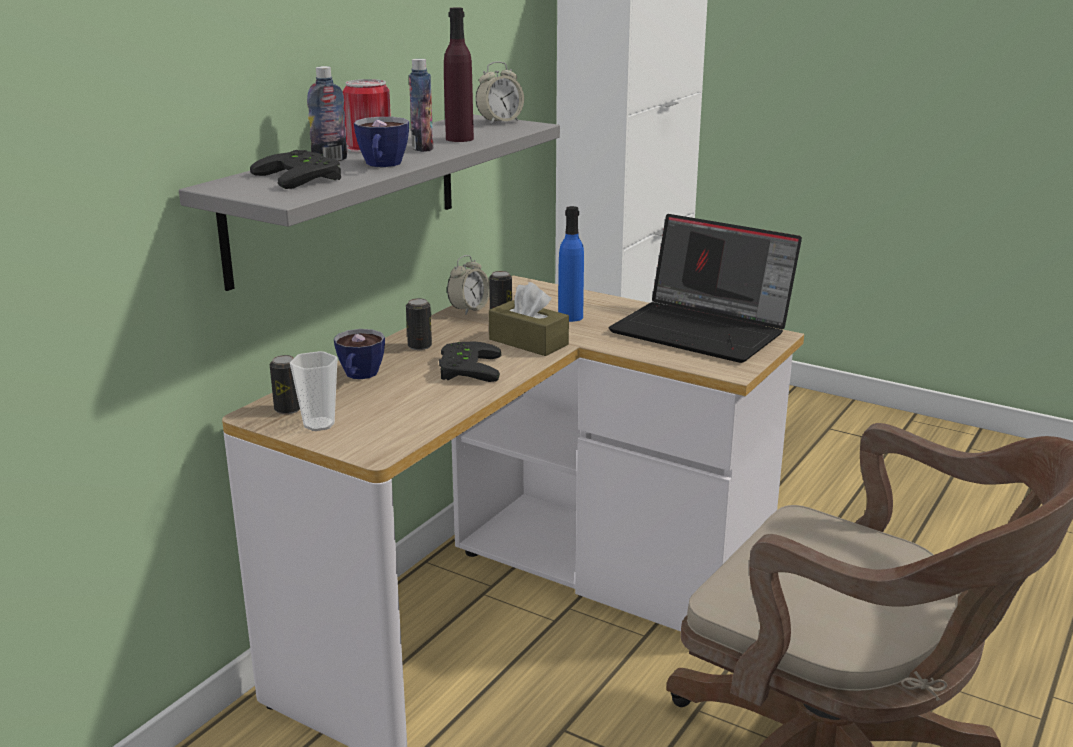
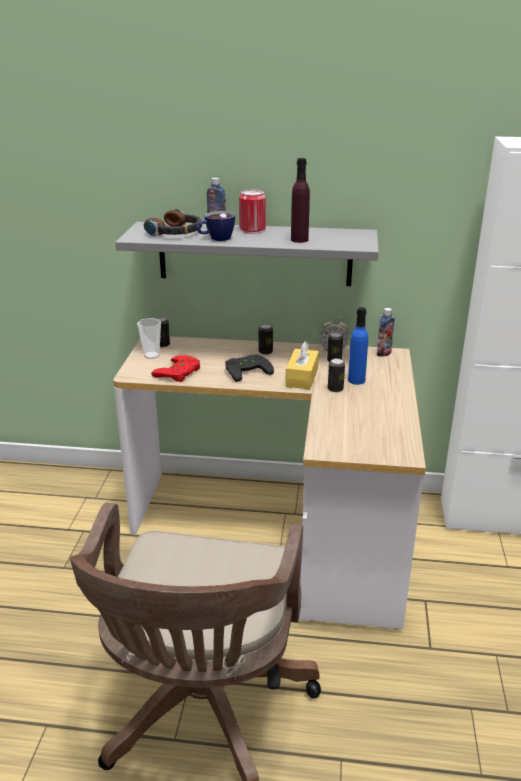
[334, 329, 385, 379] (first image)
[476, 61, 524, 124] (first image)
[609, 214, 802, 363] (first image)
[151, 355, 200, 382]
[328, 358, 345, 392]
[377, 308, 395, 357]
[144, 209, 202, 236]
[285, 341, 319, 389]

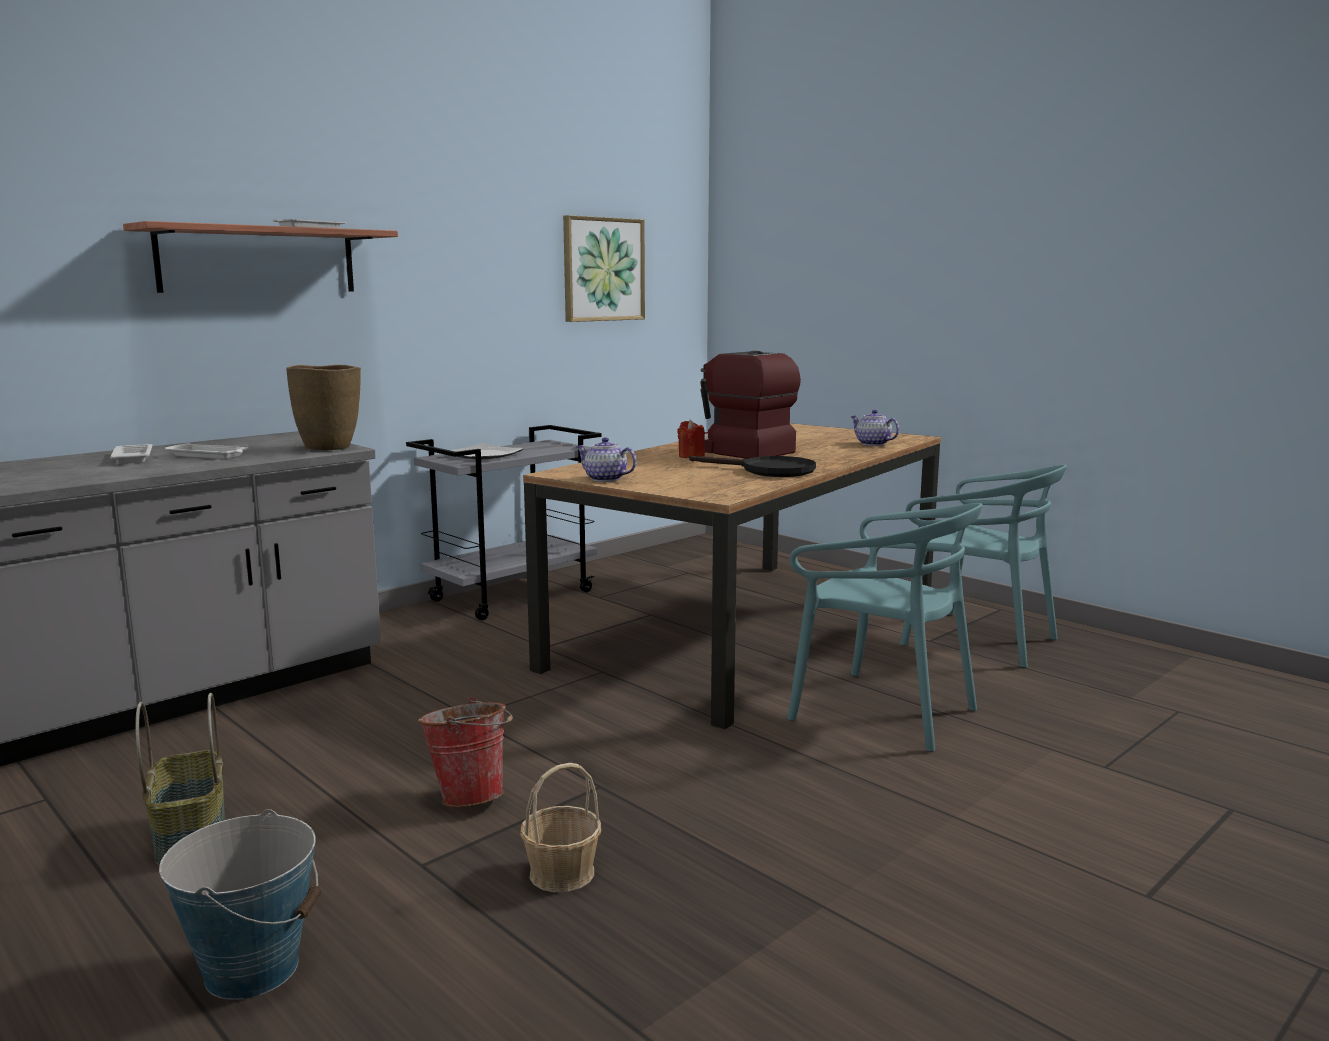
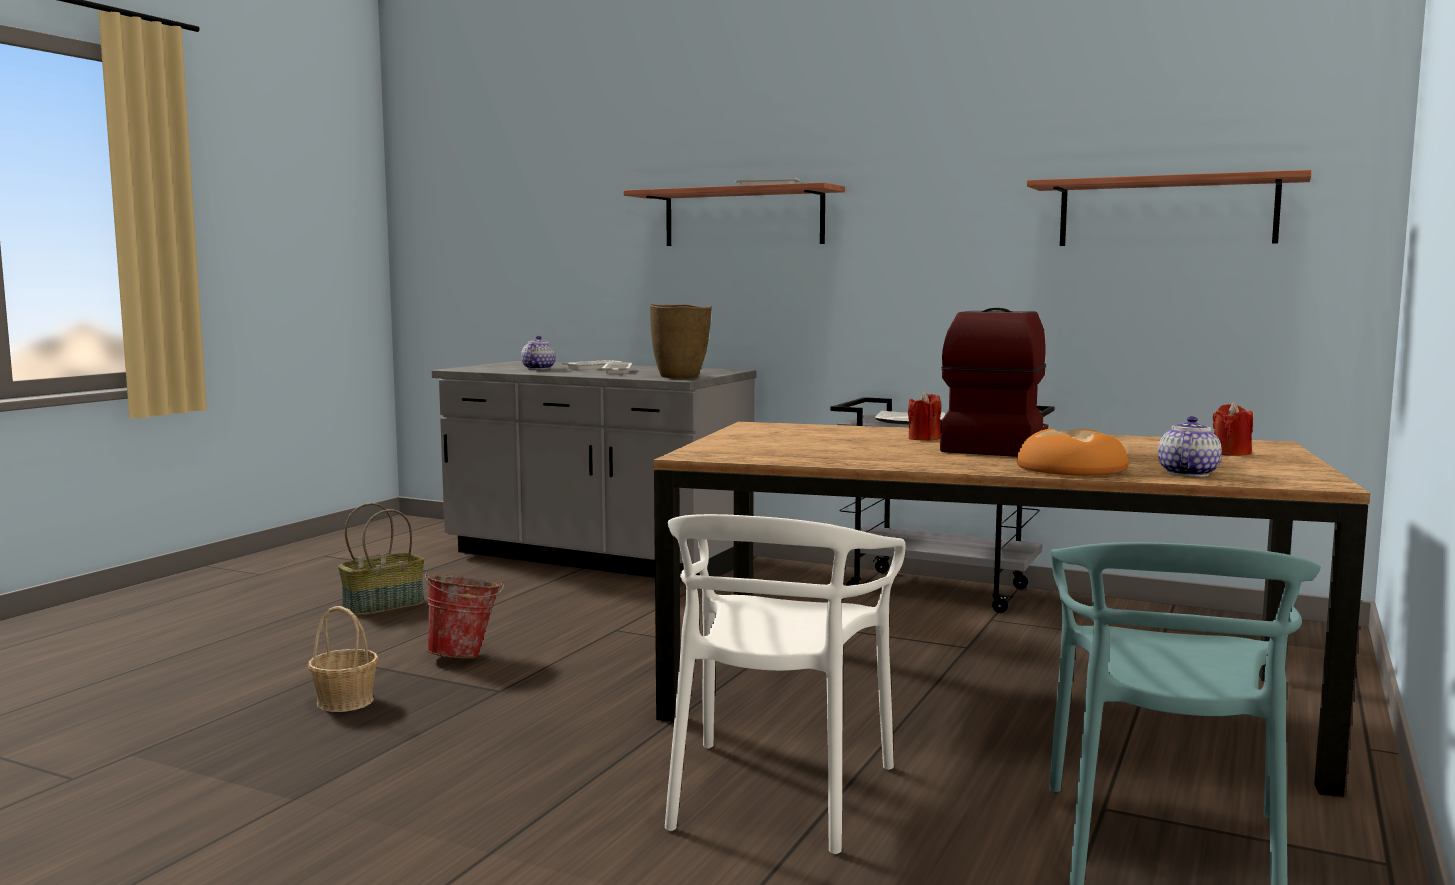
[159, 809, 321, 1000] (first image)
[689, 455, 816, 477] (first image)
[1016, 429, 1128, 476]
[1213, 402, 1253, 456]
[521, 336, 556, 370]
[1027, 170, 1312, 246]
[665, 514, 905, 854]

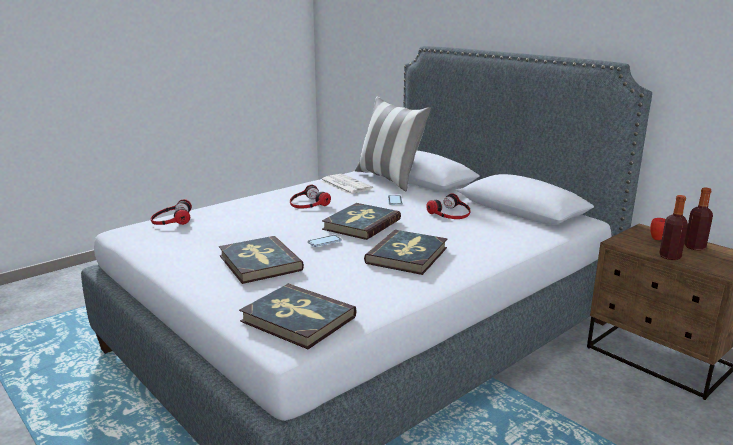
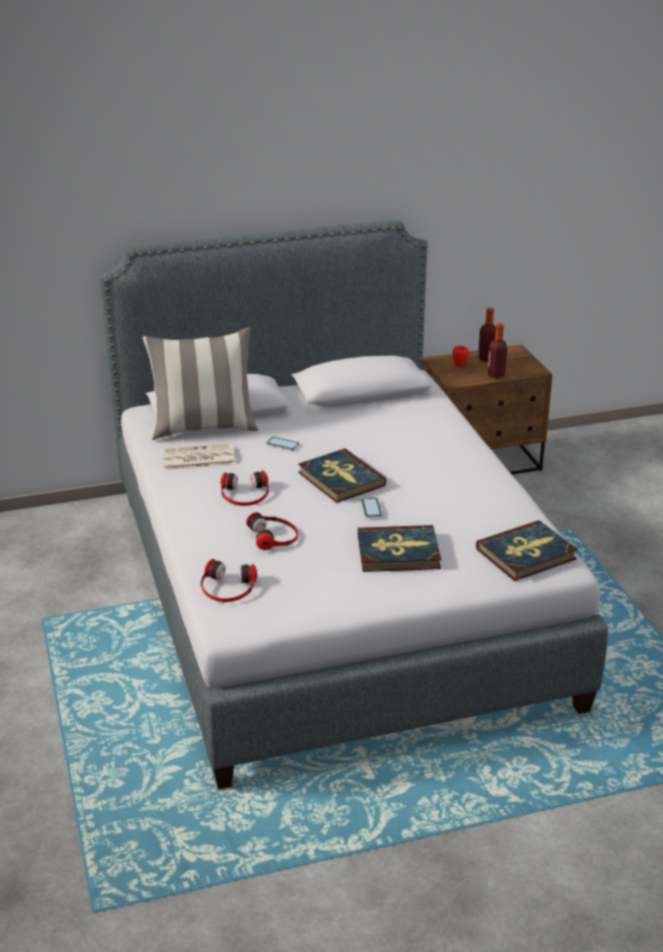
[364, 230, 447, 275] (first image)
[246, 512, 298, 550]

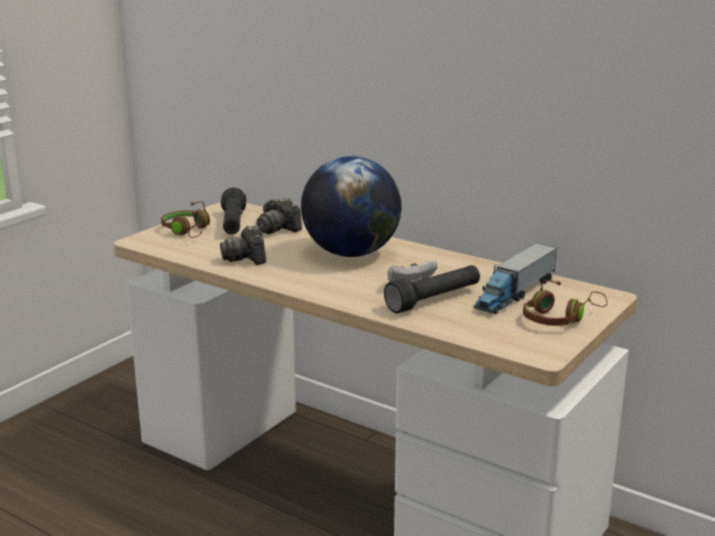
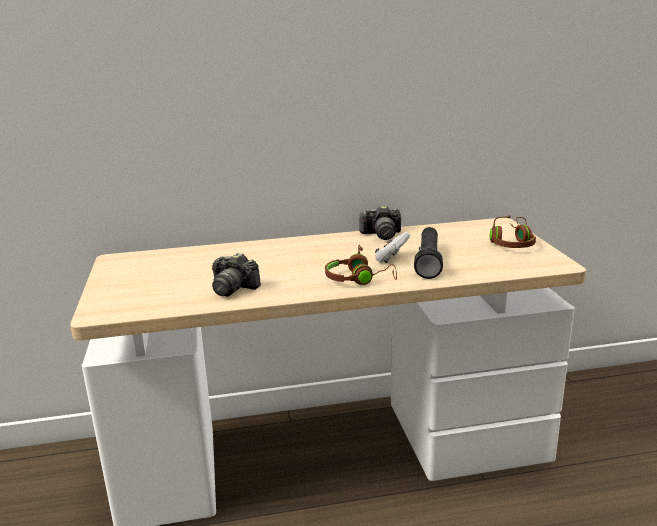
[221, 188, 246, 234] (first image)
[301, 156, 402, 257] (first image)
[474, 243, 557, 314] (first image)
[325, 245, 397, 285]
[358, 205, 401, 240]

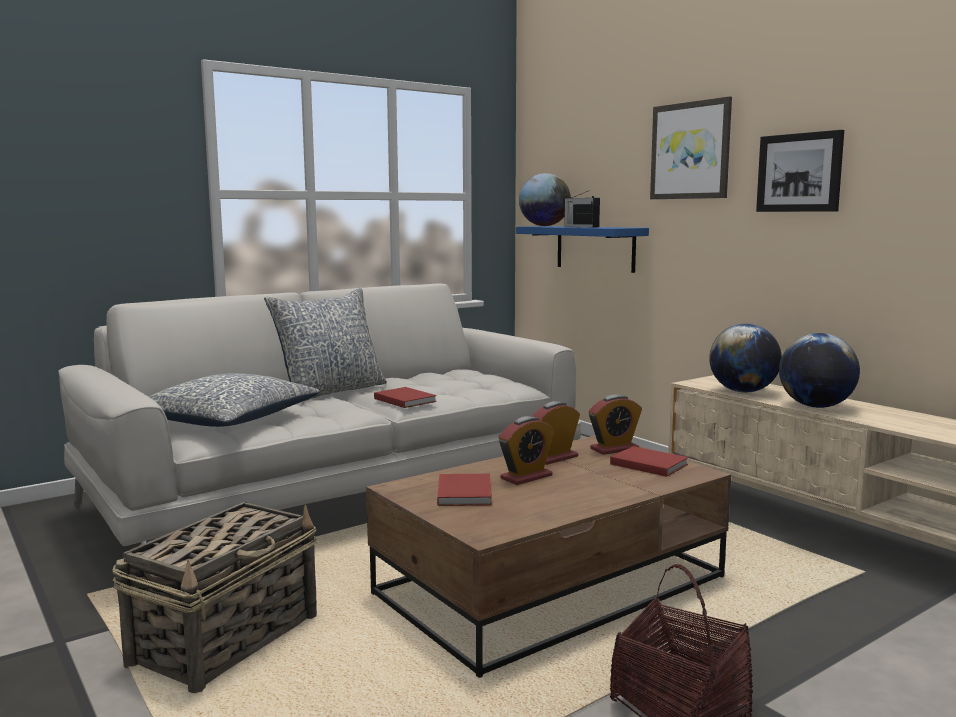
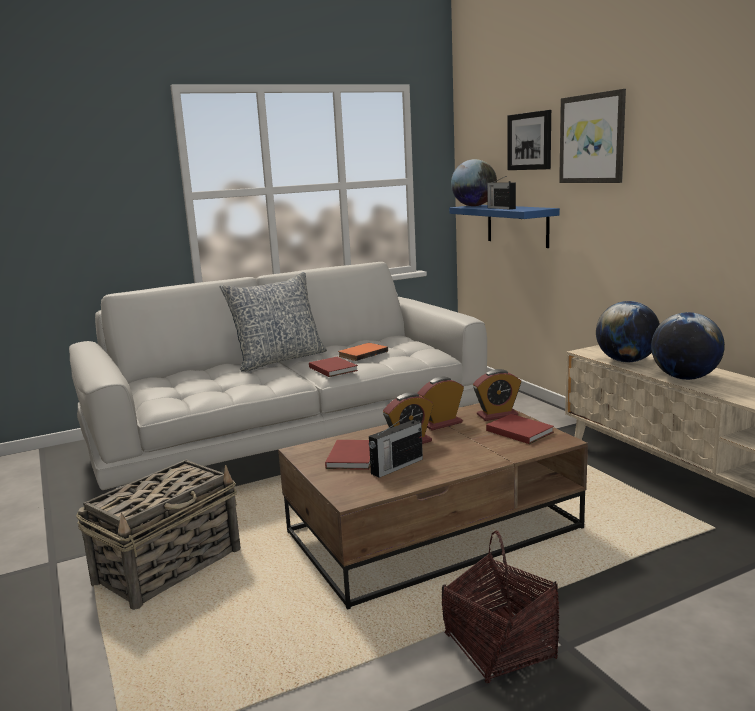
[148, 373, 320, 427] (first image)
[338, 343, 388, 361]
[369, 415, 423, 478]
[507, 110, 551, 170]

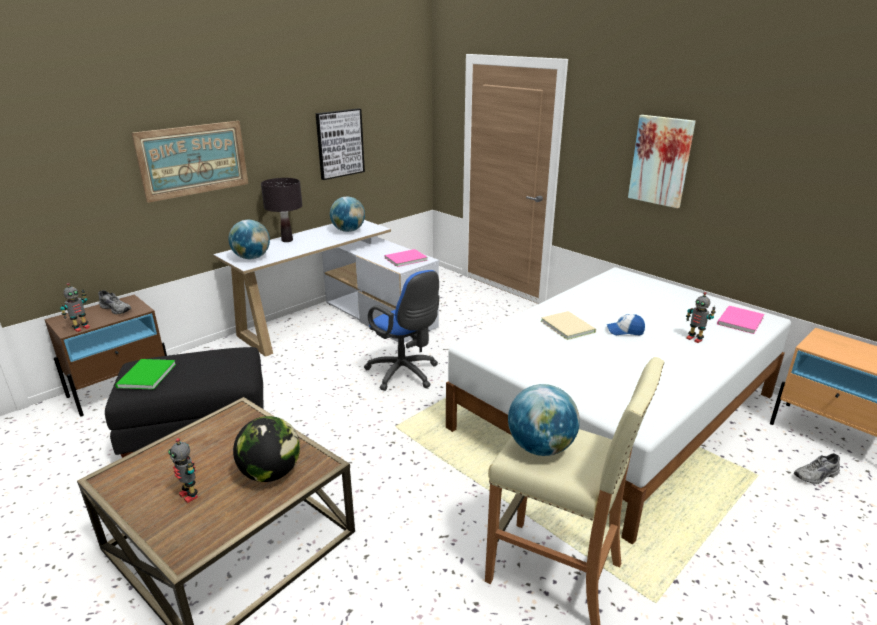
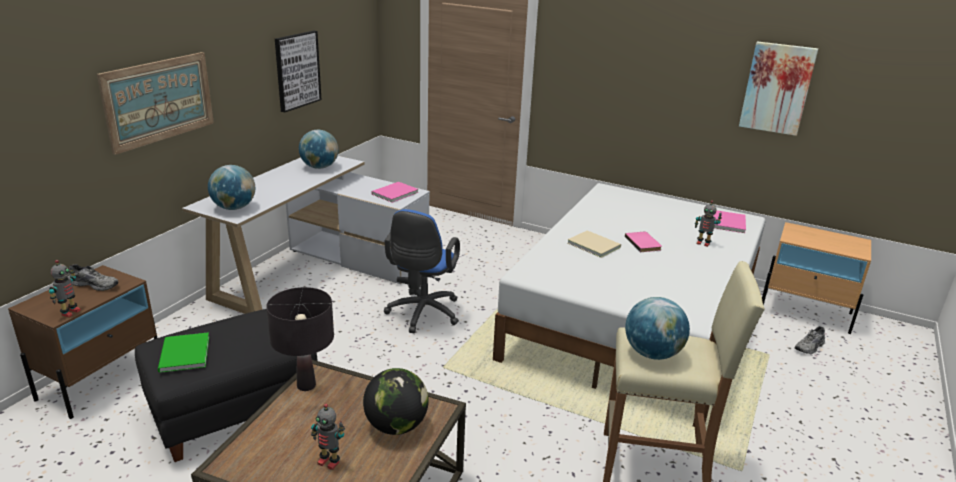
[266, 287, 334, 391]
[739, 41, 818, 136]
[625, 232, 662, 252]
[384, 209, 460, 333]

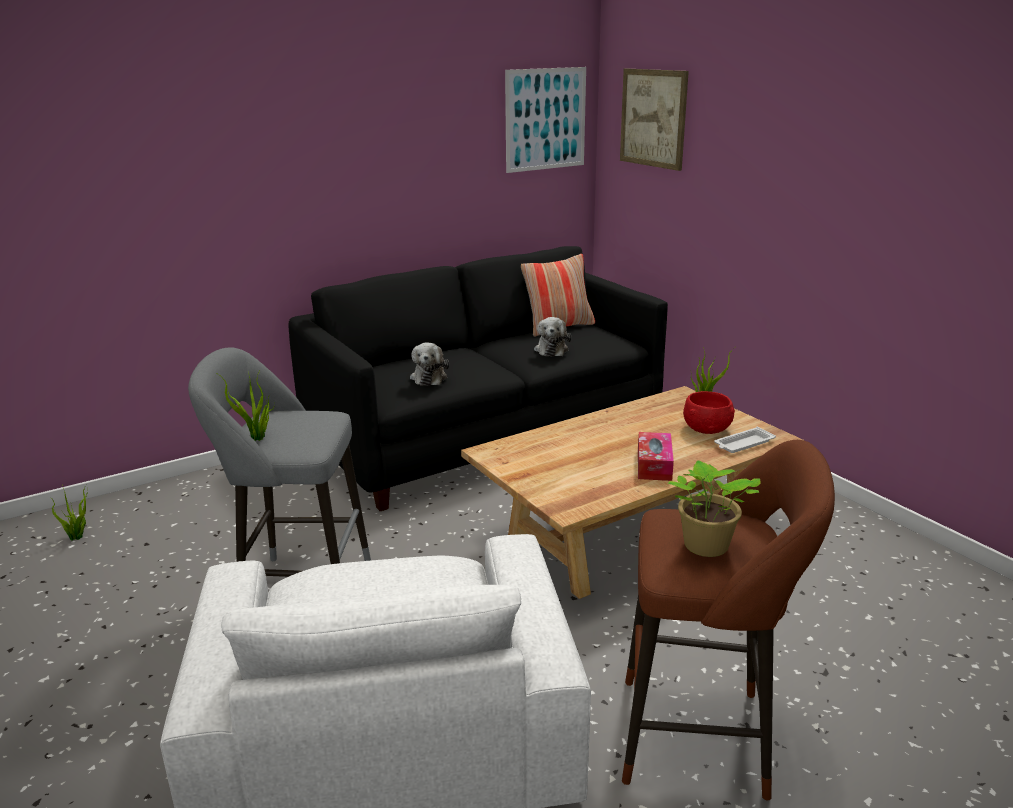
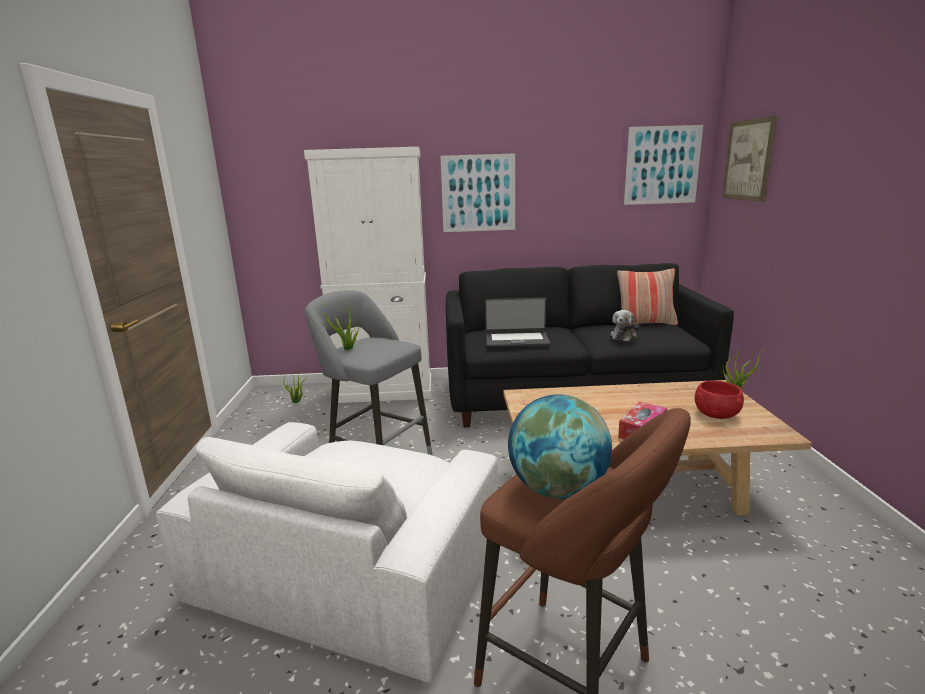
[714, 427, 776, 453] (first image)
[304, 147, 432, 403]
[441, 153, 515, 232]
[485, 298, 551, 347]
[508, 394, 612, 499]

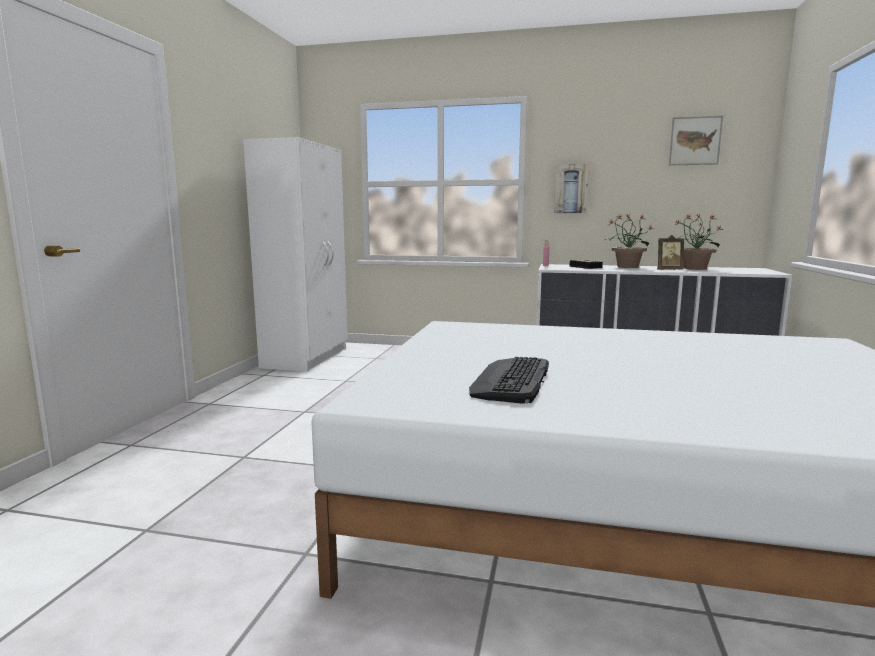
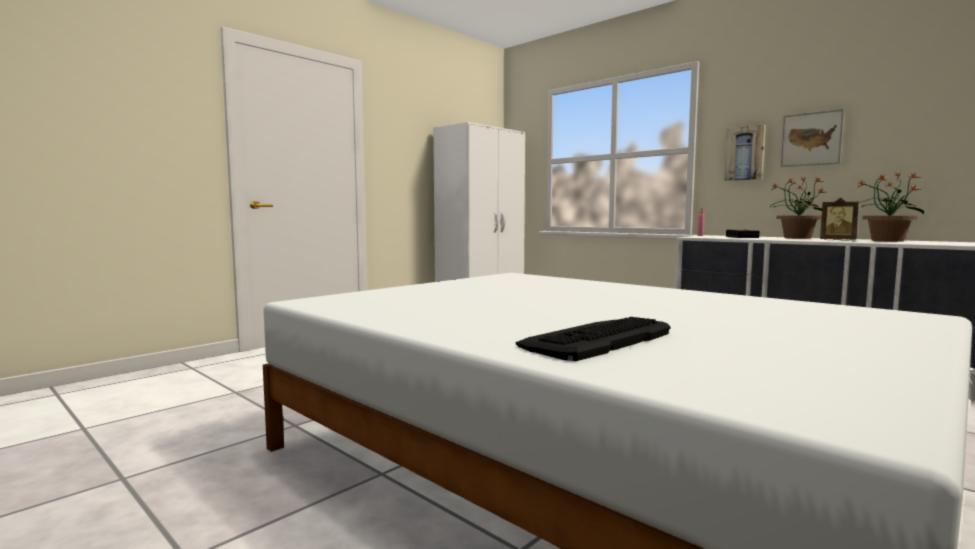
[516, 317, 671, 361]
[781, 109, 844, 167]

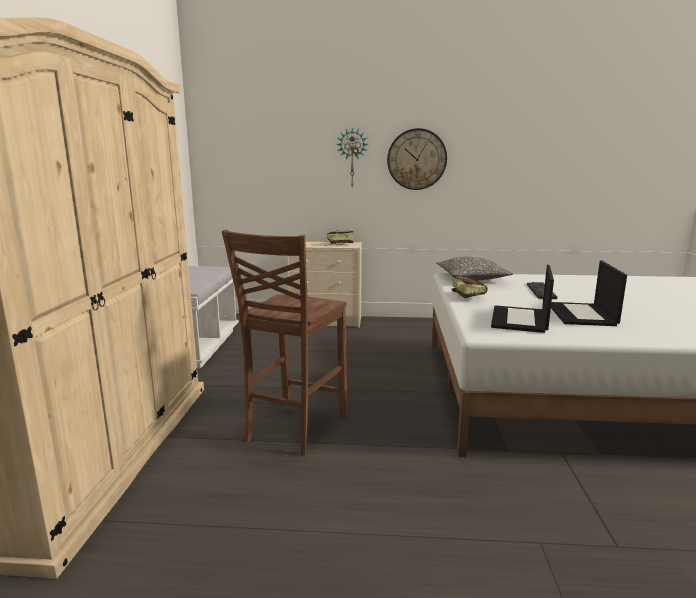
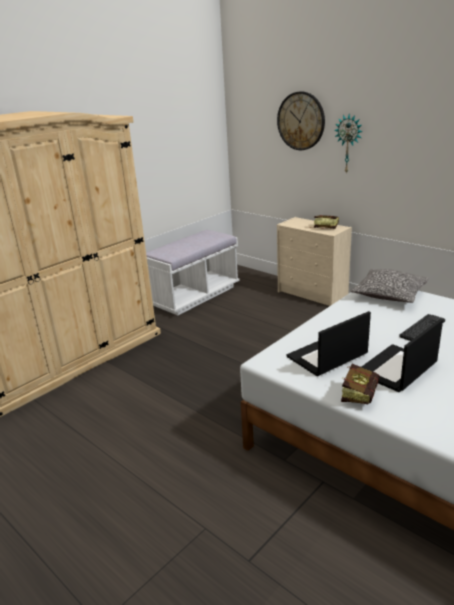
[222, 230, 347, 456] (first image)
[277, 91, 325, 150]
[341, 364, 380, 404]

